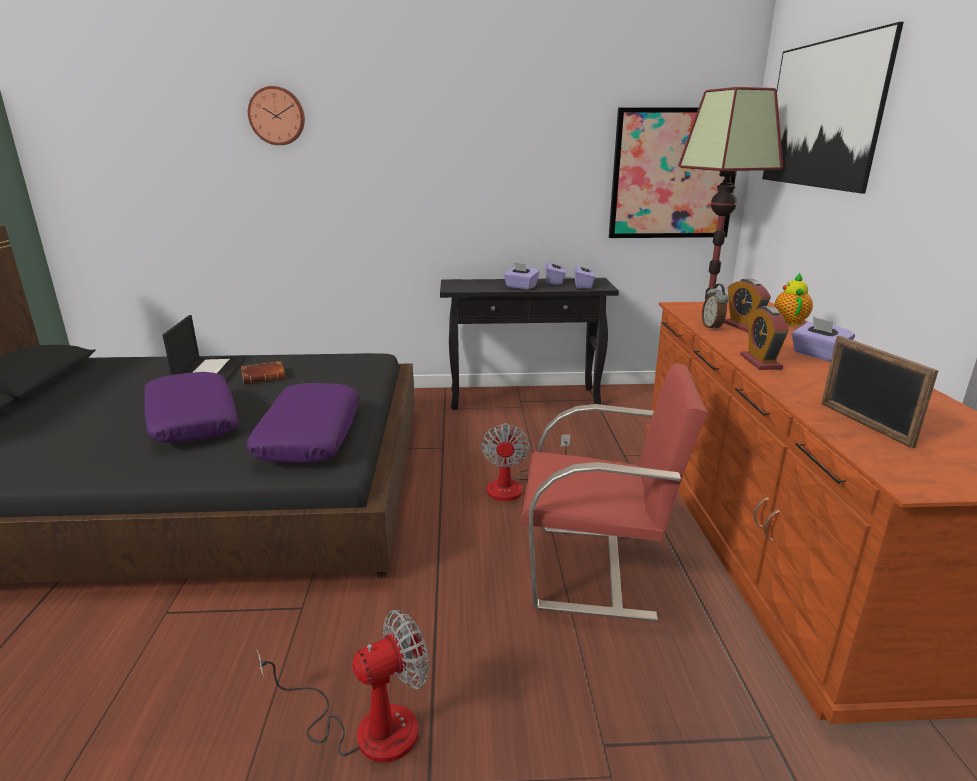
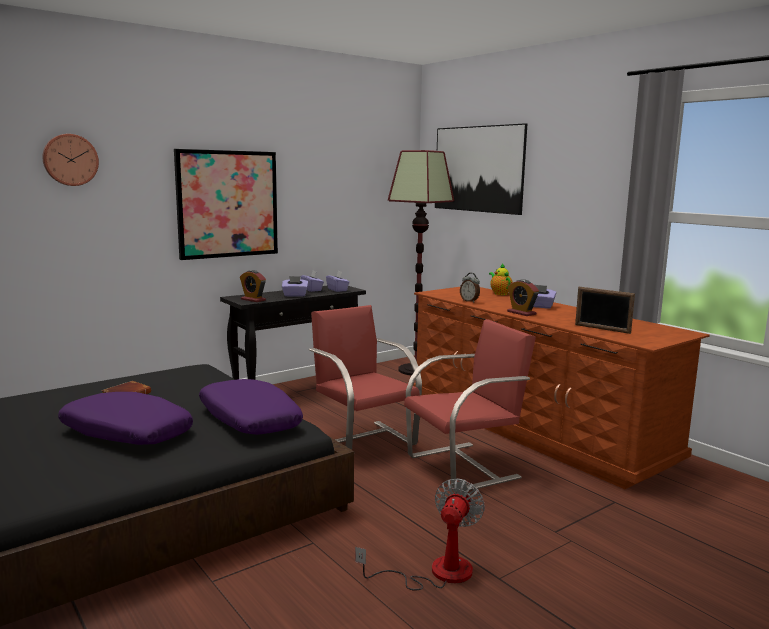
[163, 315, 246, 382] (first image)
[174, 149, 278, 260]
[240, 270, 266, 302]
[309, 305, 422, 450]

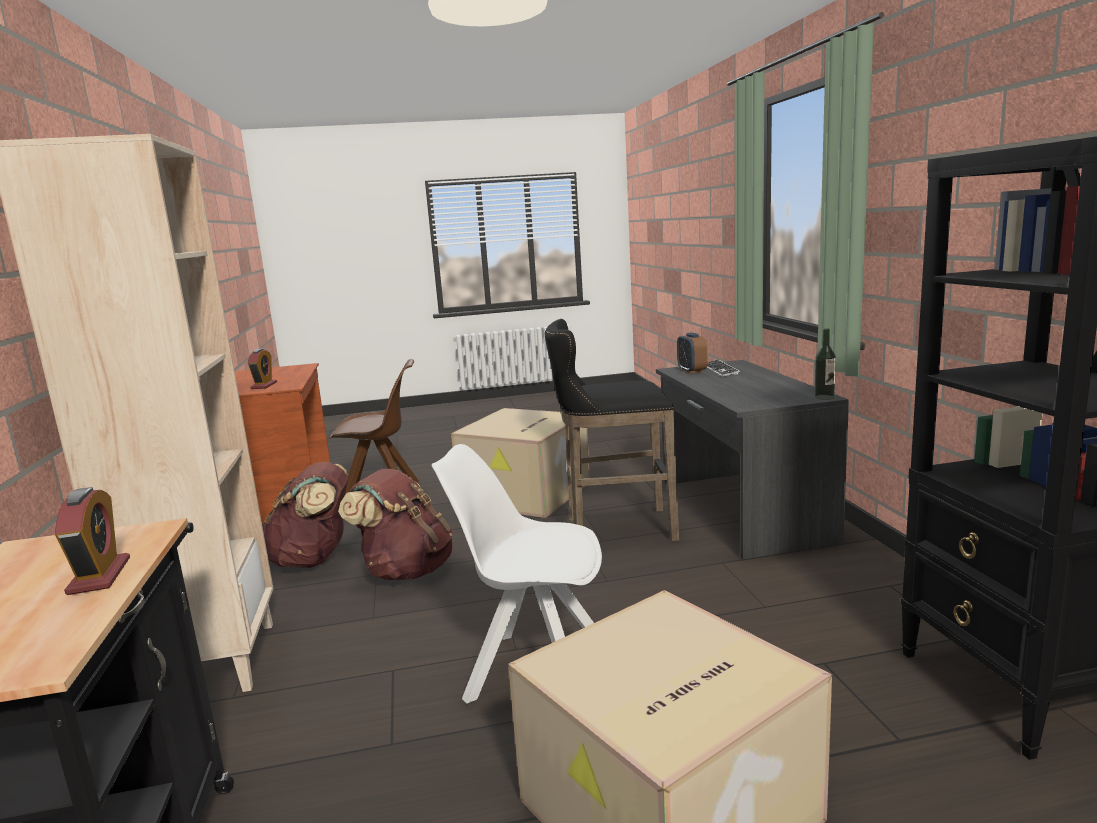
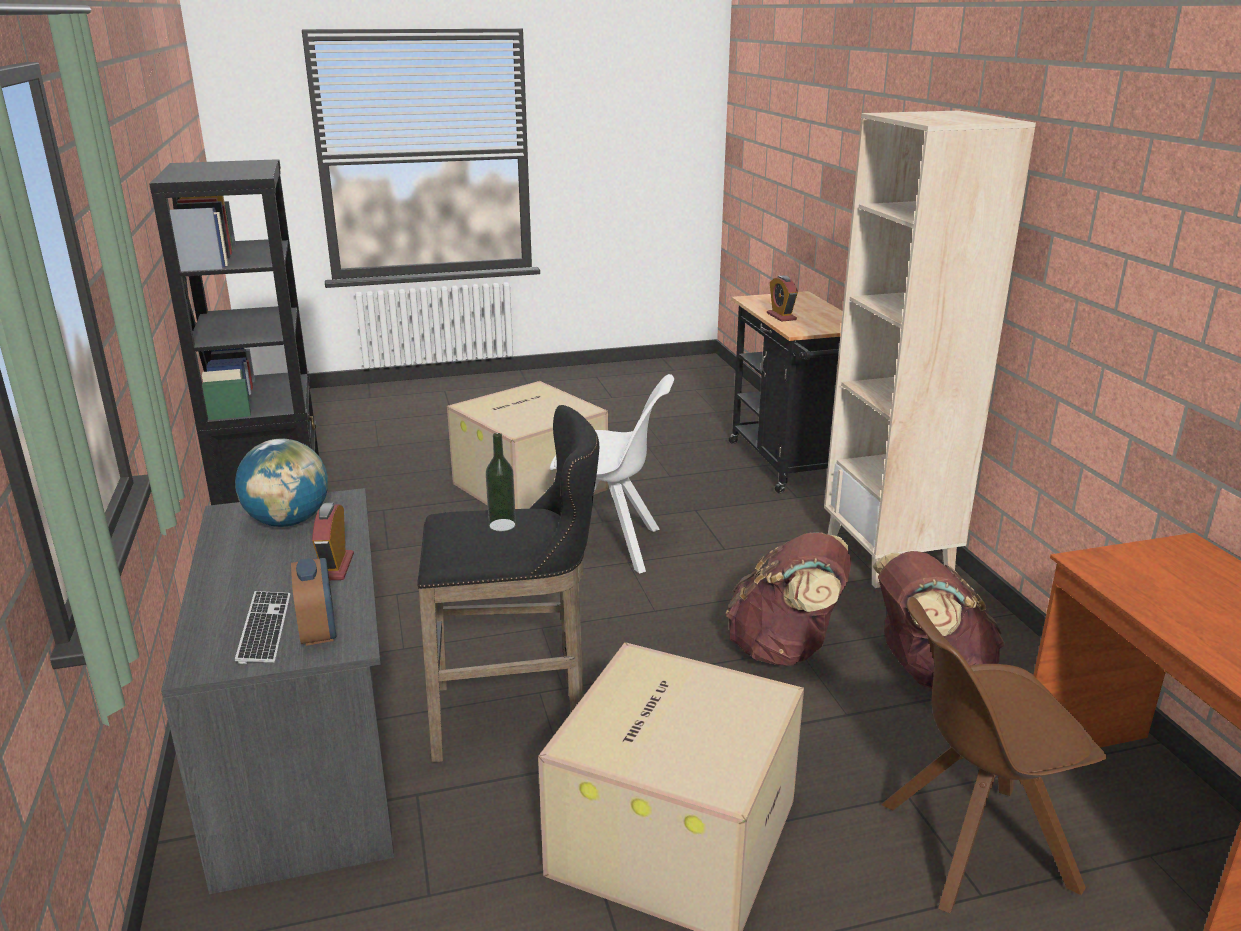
[235, 439, 328, 527]
[312, 503, 354, 580]
[486, 433, 516, 531]

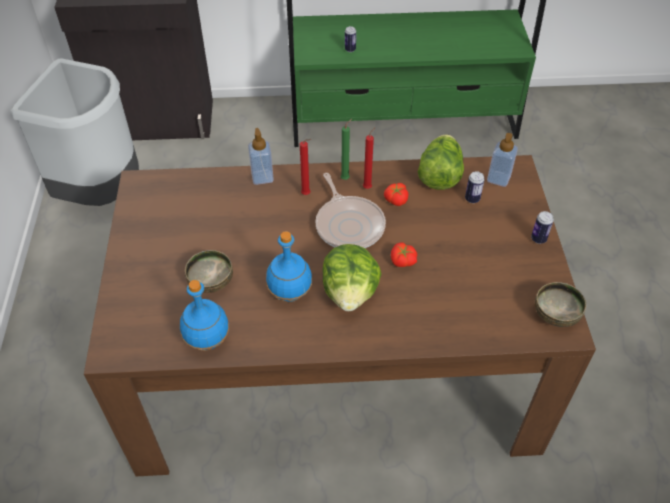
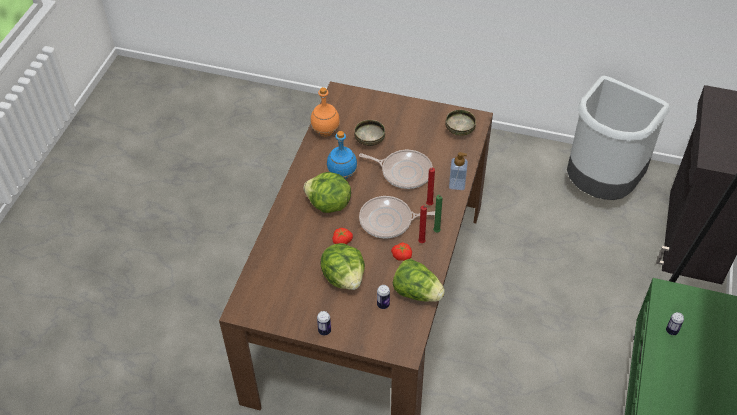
[487, 133, 518, 187] (first image)
[321, 243, 365, 290]
[359, 150, 433, 189]
[445, 109, 476, 136]
[311, 87, 340, 137]

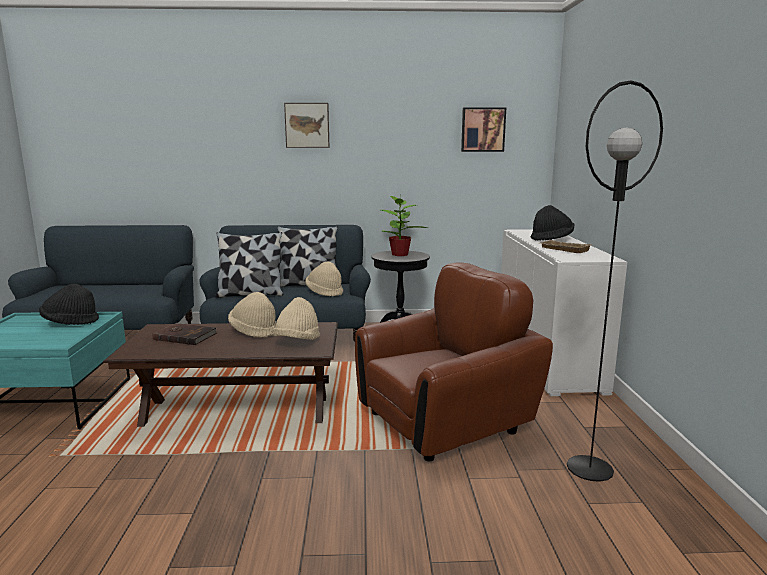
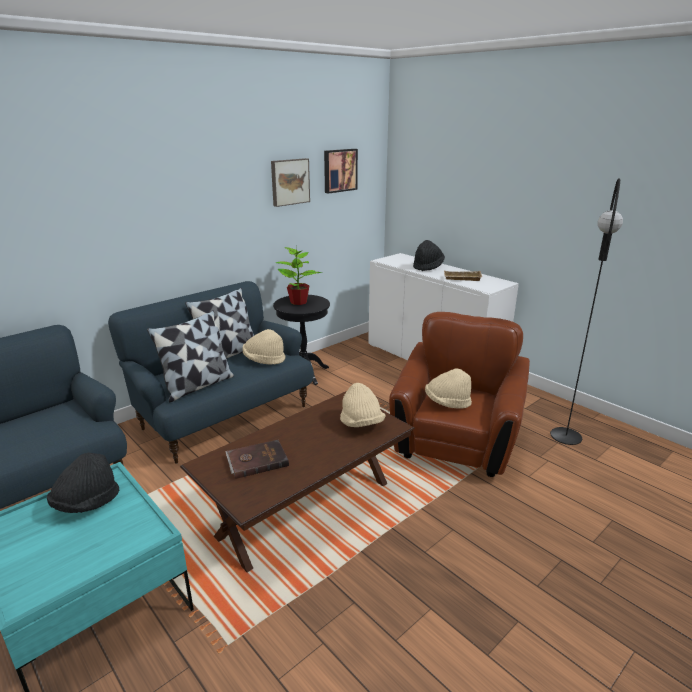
[425, 368, 472, 409]
[271, 158, 310, 207]

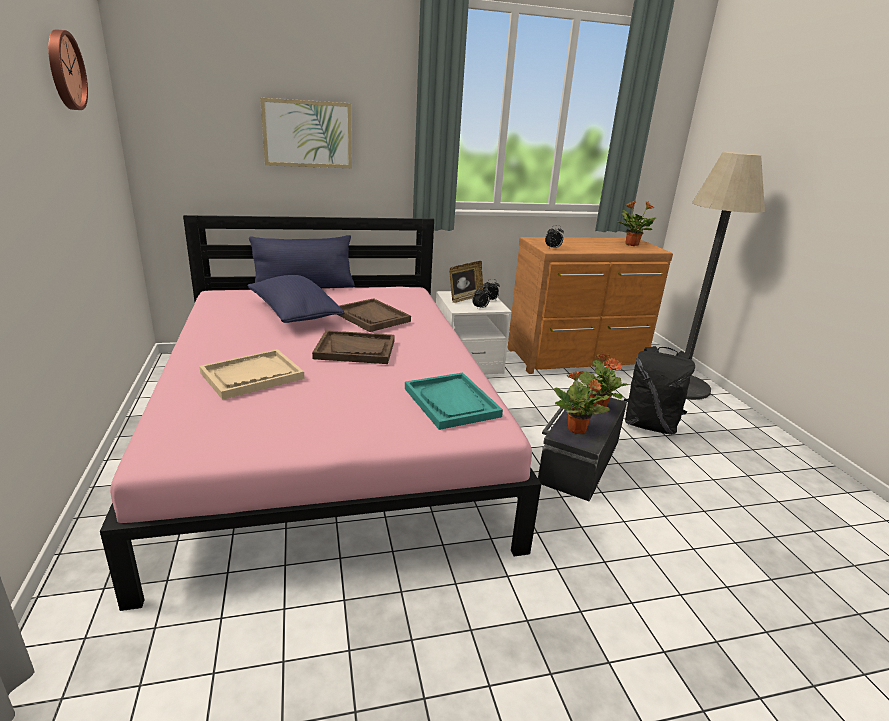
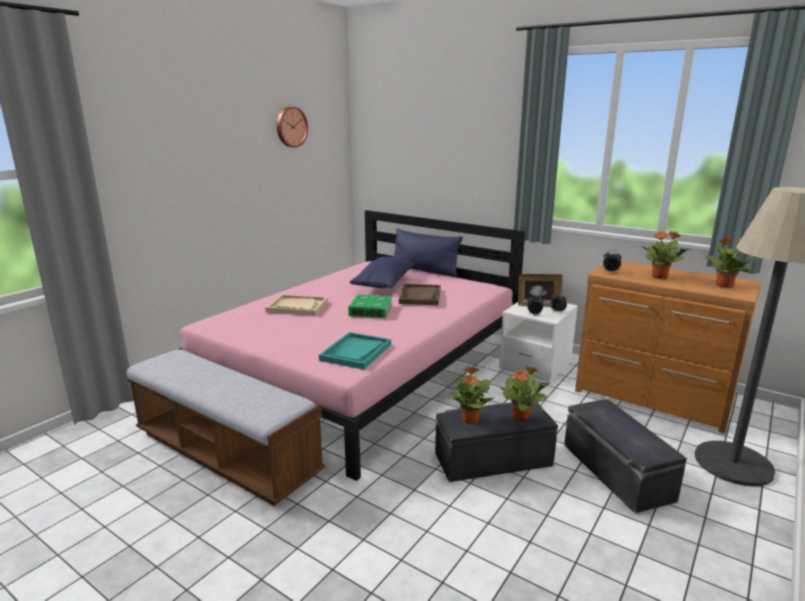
[260, 98, 352, 168] (first image)
[126, 349, 325, 506]
[641, 231, 690, 279]
[348, 294, 392, 318]
[564, 399, 687, 513]

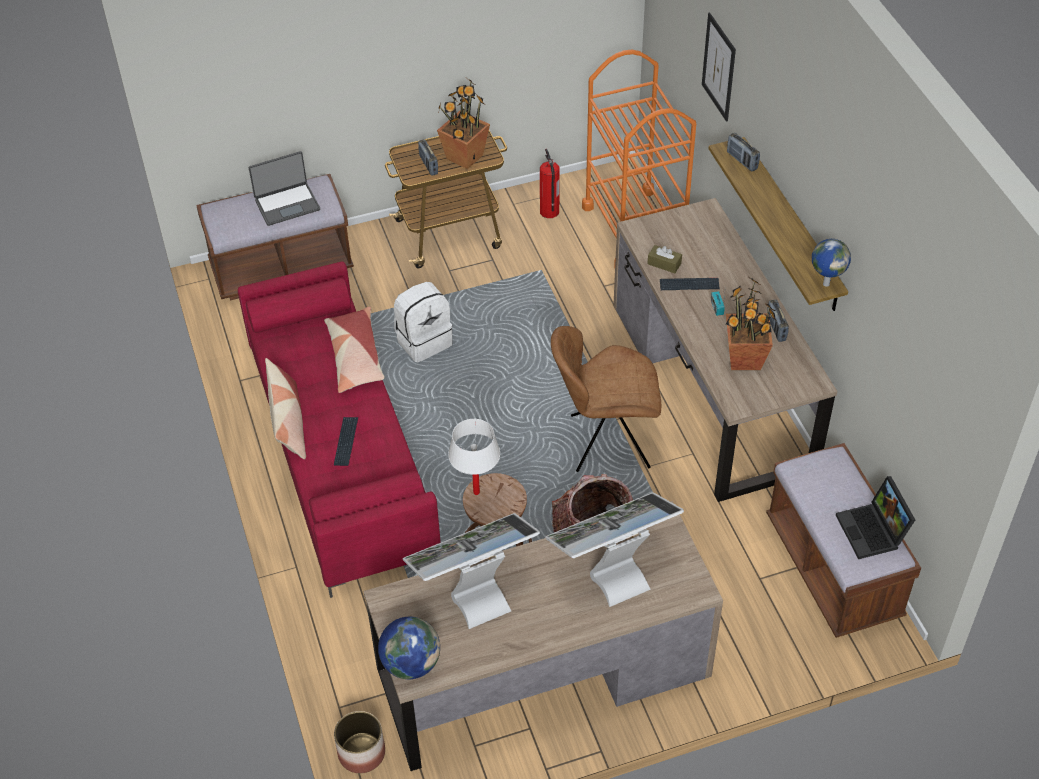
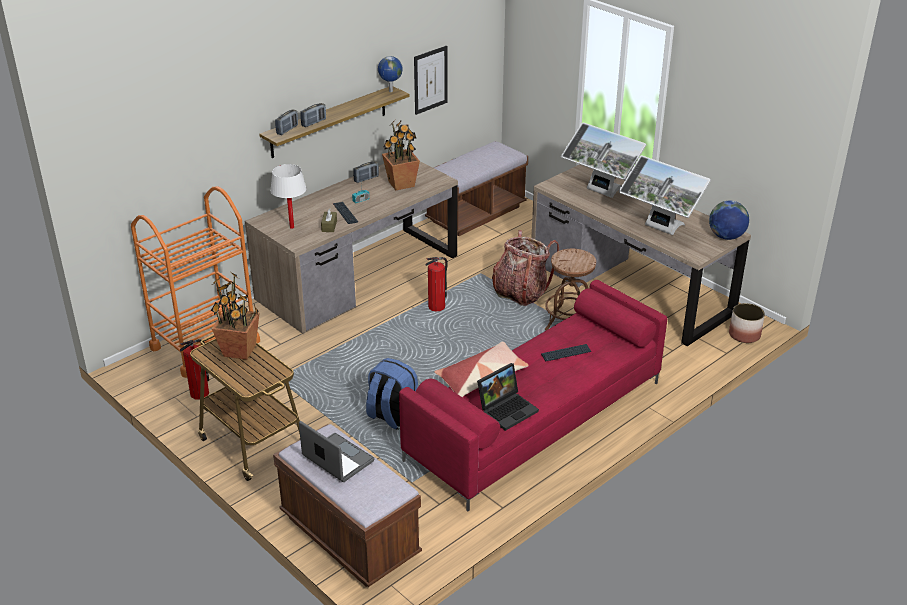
[265, 358, 306, 459] (first image)
[300, 103, 326, 127]
[270, 164, 307, 229]
[414, 46, 448, 115]
[477, 363, 539, 431]
[426, 257, 448, 312]
[366, 358, 418, 430]

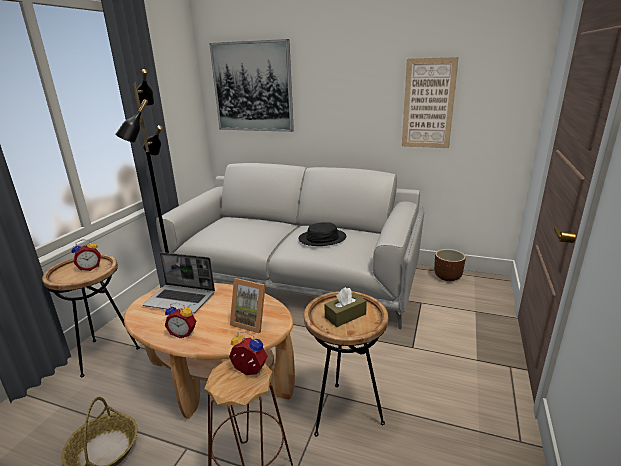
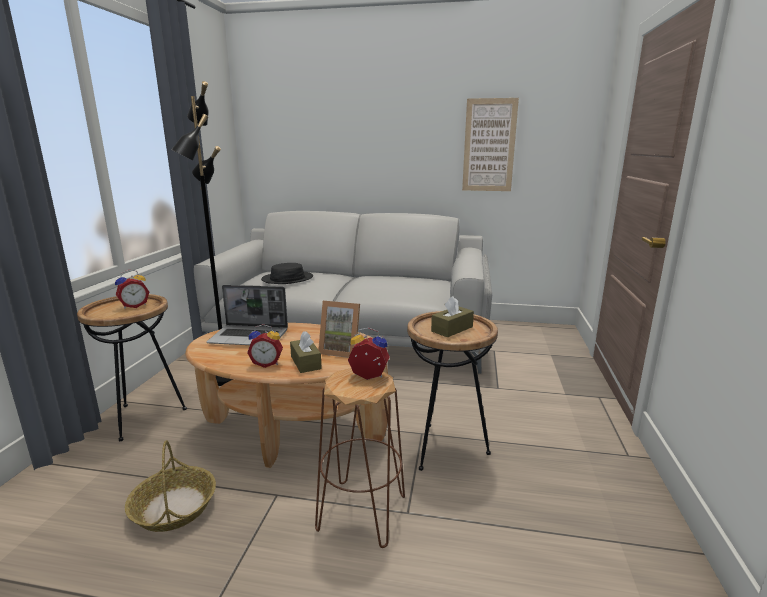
[209, 39, 294, 132] (first image)
[434, 249, 466, 281] (first image)
[290, 331, 322, 373]
[261, 263, 313, 284]

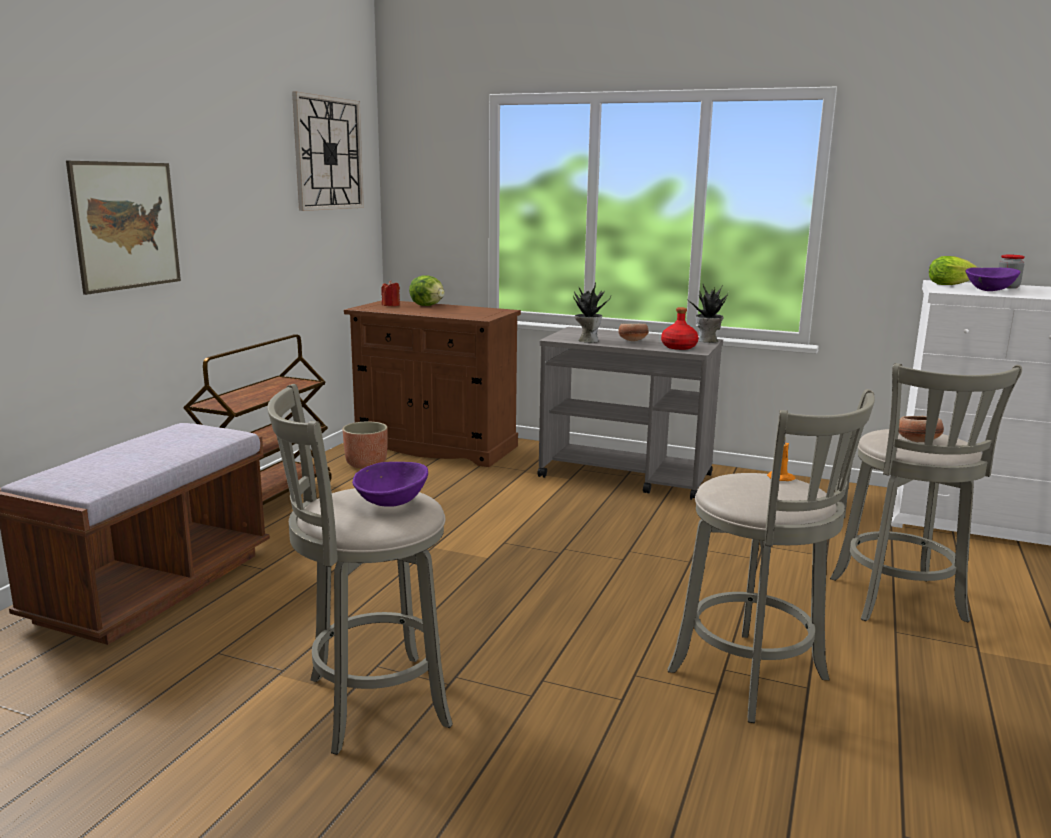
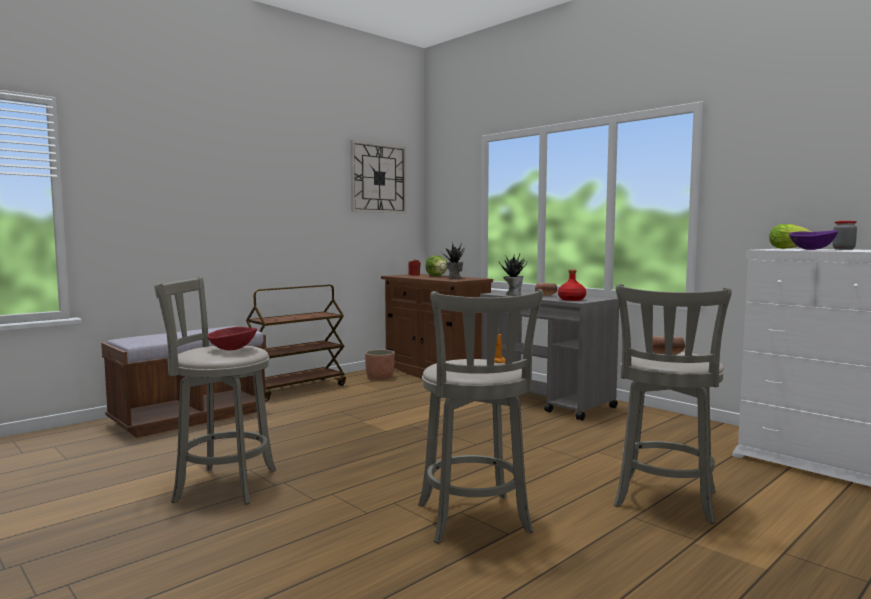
[66, 161, 181, 295] (first image)
[440, 242, 465, 279]
[207, 327, 257, 351]

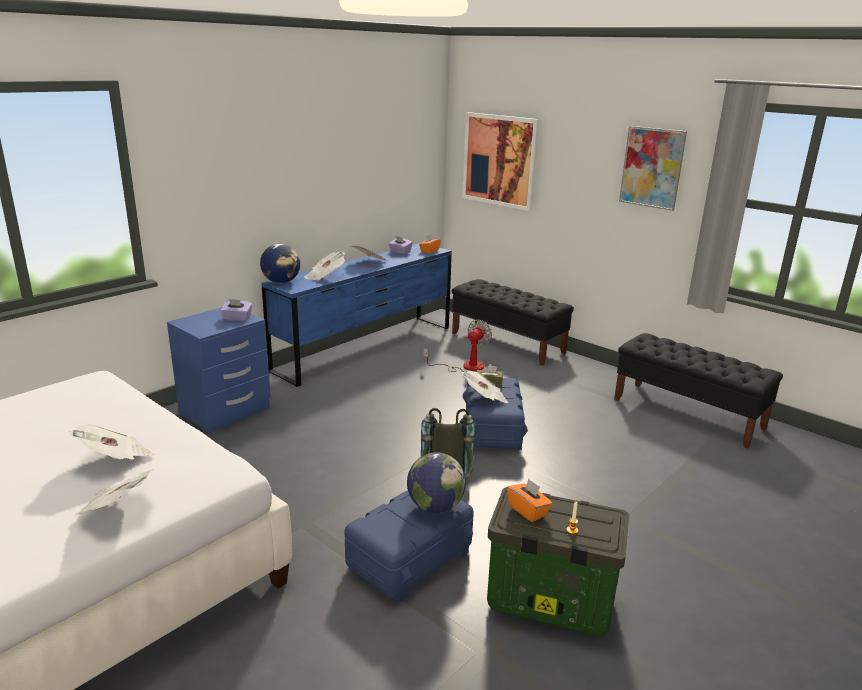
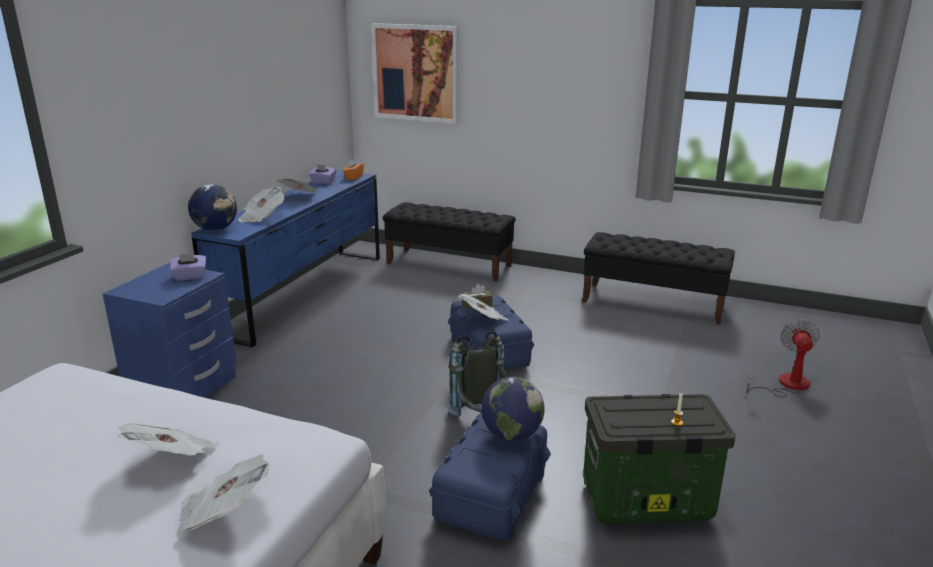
[507, 479, 553, 522] (first image)
[619, 126, 687, 211] (first image)
[746, 320, 820, 397]

